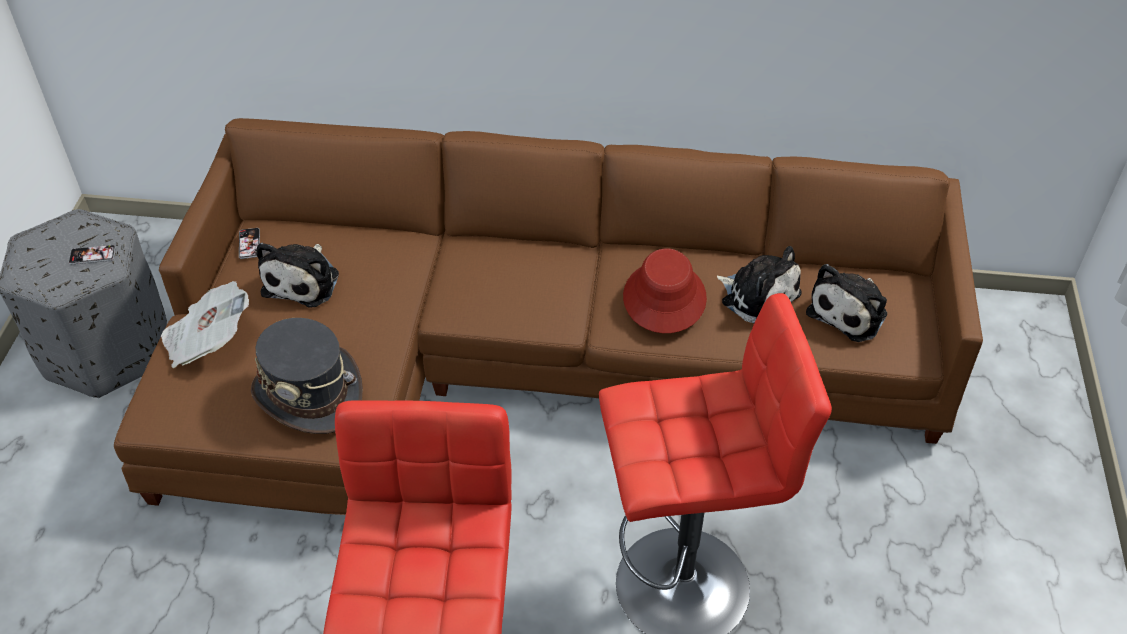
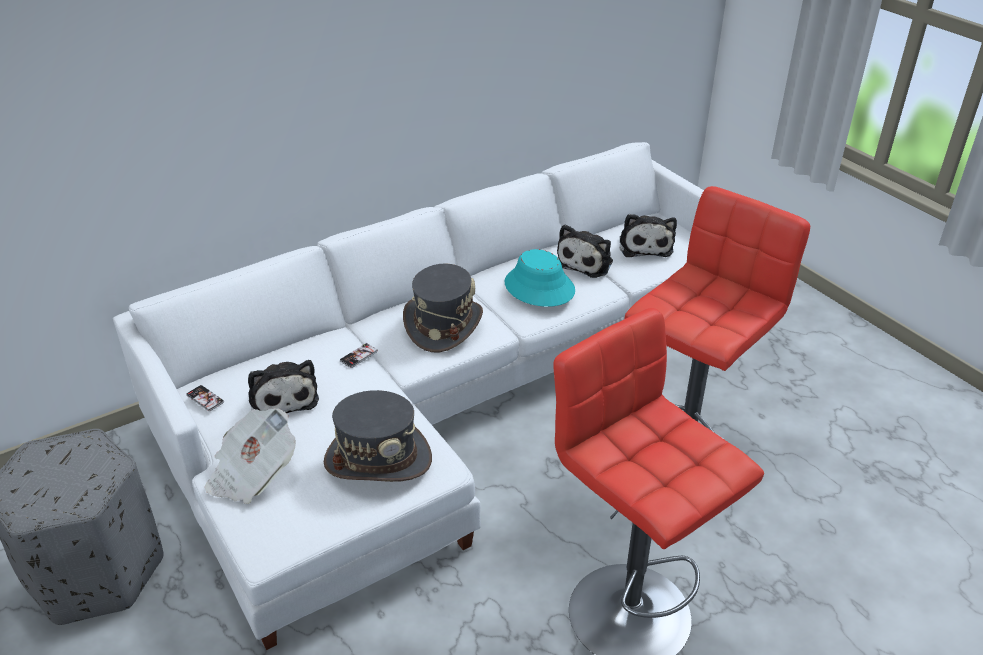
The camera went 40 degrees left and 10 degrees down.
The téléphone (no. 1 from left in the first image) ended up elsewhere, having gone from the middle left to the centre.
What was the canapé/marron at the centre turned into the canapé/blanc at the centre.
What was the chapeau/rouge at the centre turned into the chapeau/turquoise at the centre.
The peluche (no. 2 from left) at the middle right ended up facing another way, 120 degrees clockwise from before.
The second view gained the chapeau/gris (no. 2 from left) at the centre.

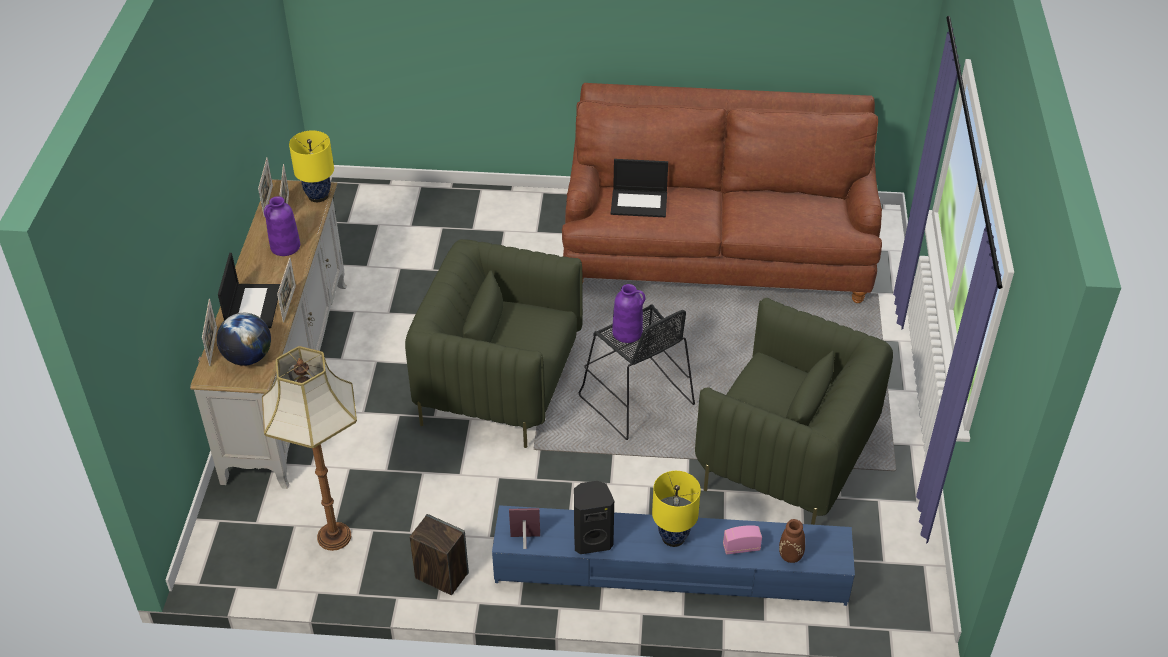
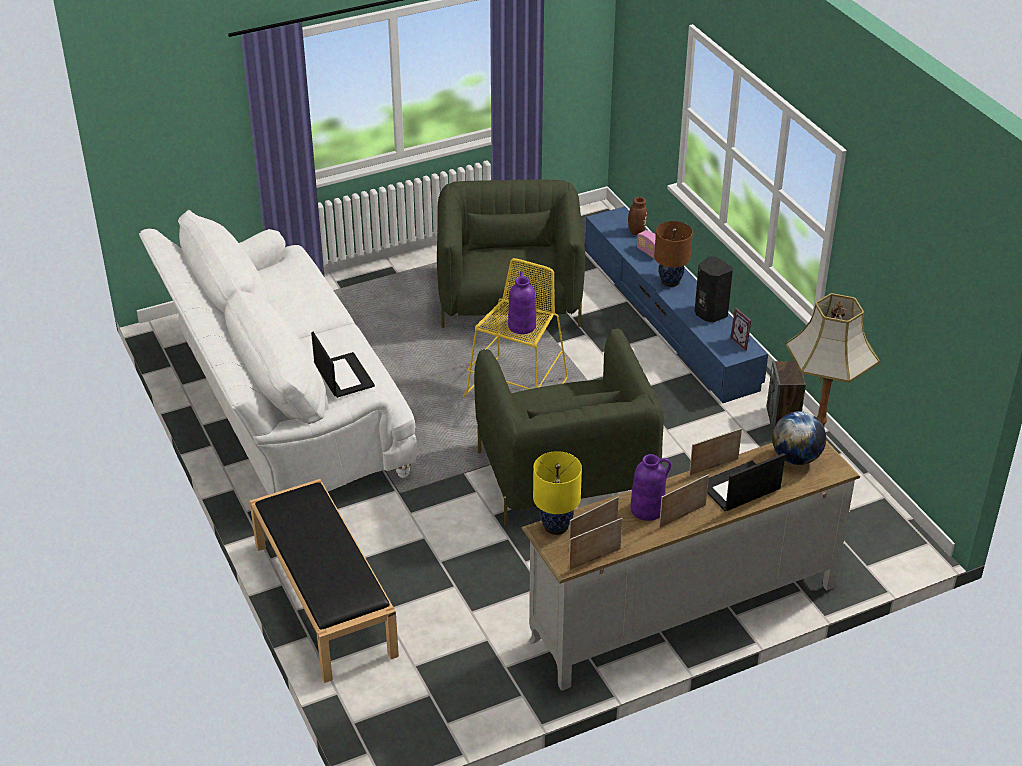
The camera went 120 degrees left and 5 degrees down.
The cadre photo (no. 1 from left in the first image) ended up elsewhere, having gone from the middle left to the middle right.
What was the canapé/marron at the top centre turned into the canapé/blanc at the middle left.
What was the tabouret/noir at the centre turned into the tabouret/jaune at the centre.
What was the lampe de table/jaune (no. 2 from left) at the bottom centre turned into the lampe de table/marron at the top centre.
The second view gained the banc/noir at the bottom left.

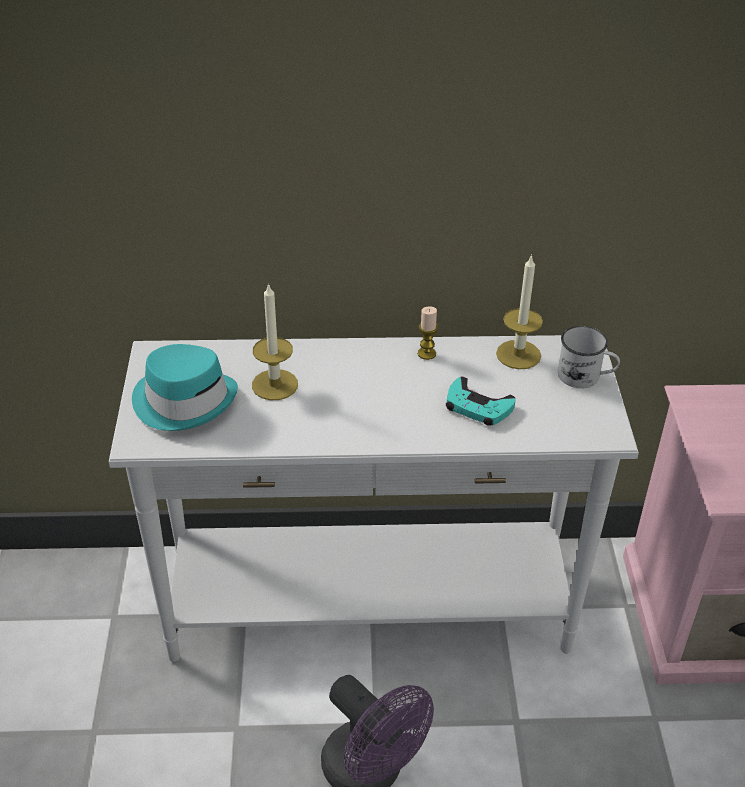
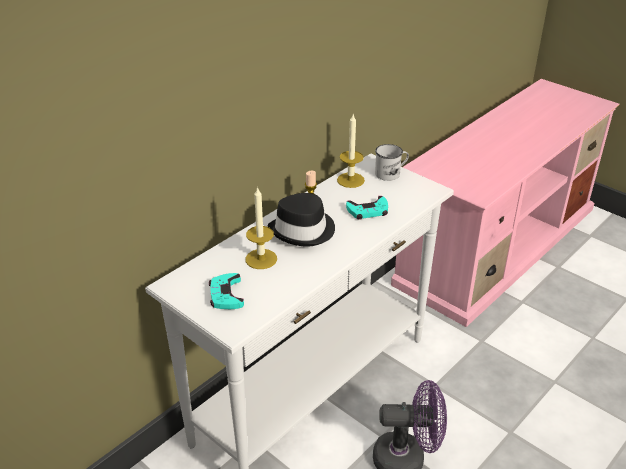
The camera went 45 degrees left and 5 degrees down.
Where the chapeau/turquoise stood at the middle left, the manette/turquoise (no. 1 from left) came to stand at the centre.
The second view gained the chapeau/noir at the centre.

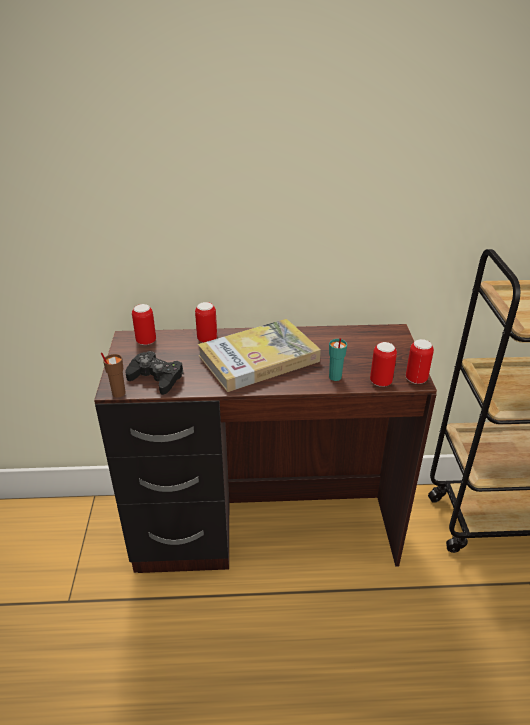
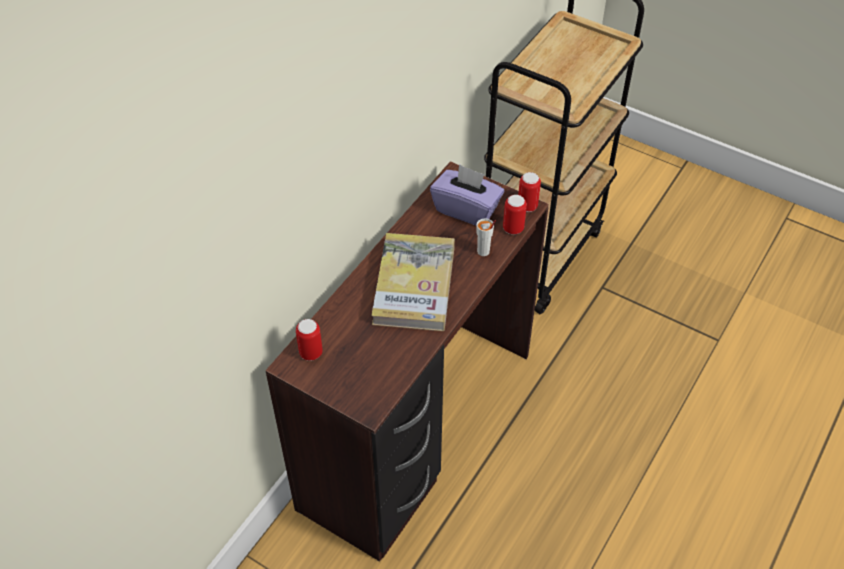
The camera went 55 degrees left and 15 degrees up.
The second view lost the tasse/marron at the middle left.
The second view lost the manette/noir at the middle left.
The second view lost the boîte métallique (no. 2 from left) at the centre.
What was the tasse/turquoise at the centre turned into the tasse/blanc at the centre.
The second view gained the boîte à mouchoirs/violet at the centre.

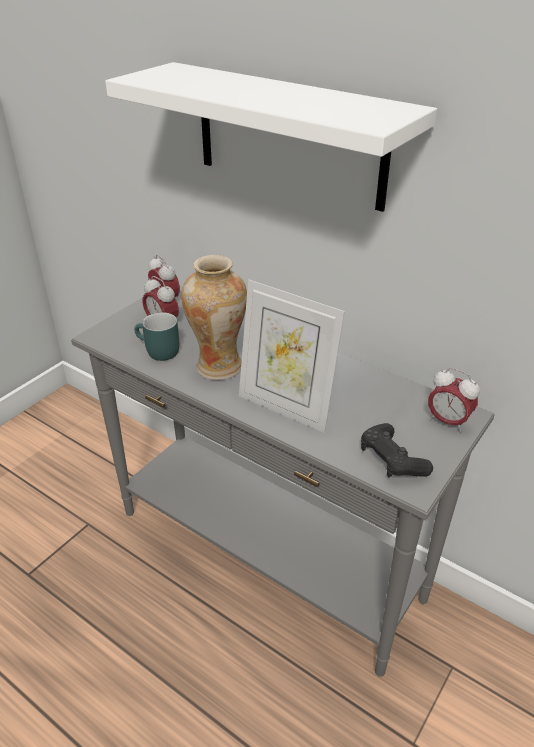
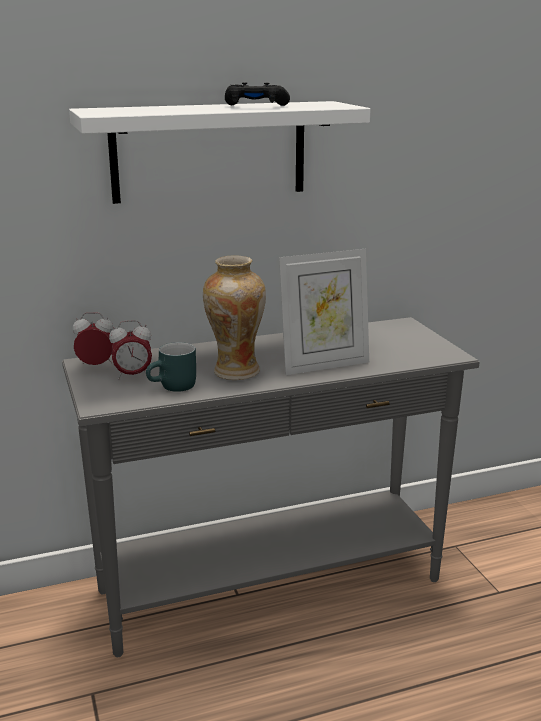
The camera went 55 degrees left and 15 degrees down.
The manette/noir ended up elsewhere, having gone from the middle right to the top centre.
The second view lost the réveil (no. 3 from left) at the middle right.

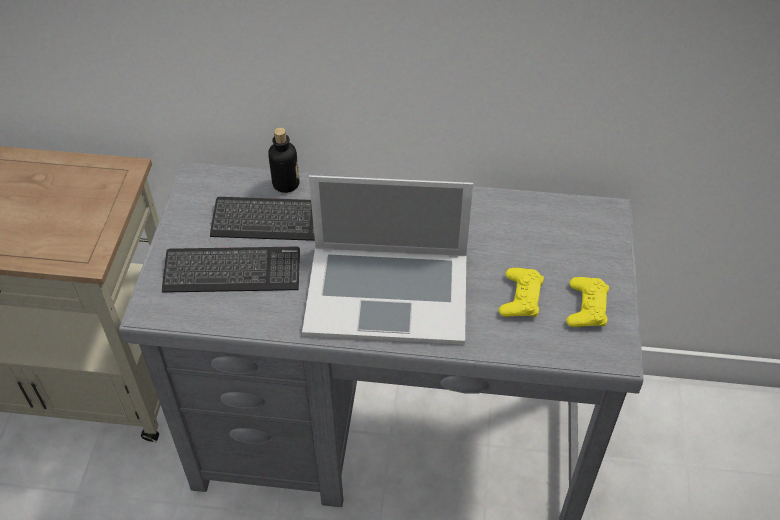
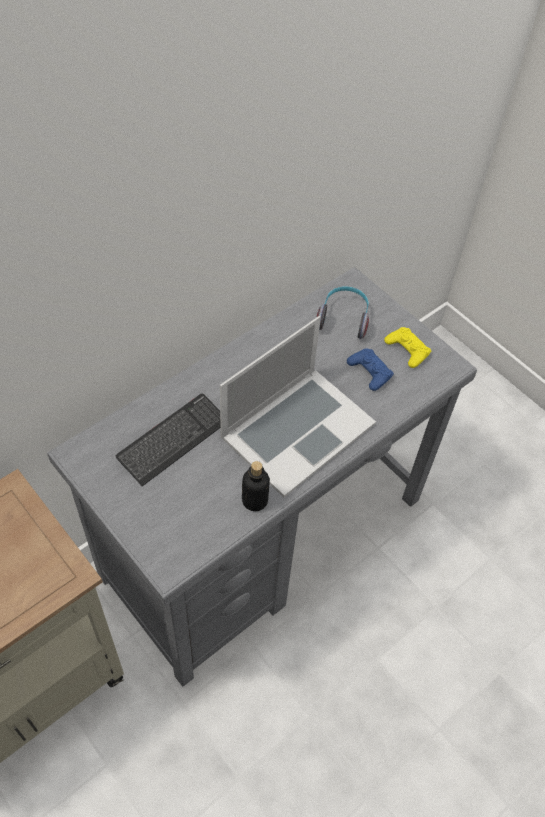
The camera went 50 degrees left and 5 degrees up.
The second view lost the clavier (no. 1 from left) at the middle left.
The bouteille ended up elsewhere, having gone from the top centre to the centre.
What was the manette/jaune (no. 1 from left) at the middle right turned into the manette/bleu at the middle right.
The second view gained the casque audio at the centre.

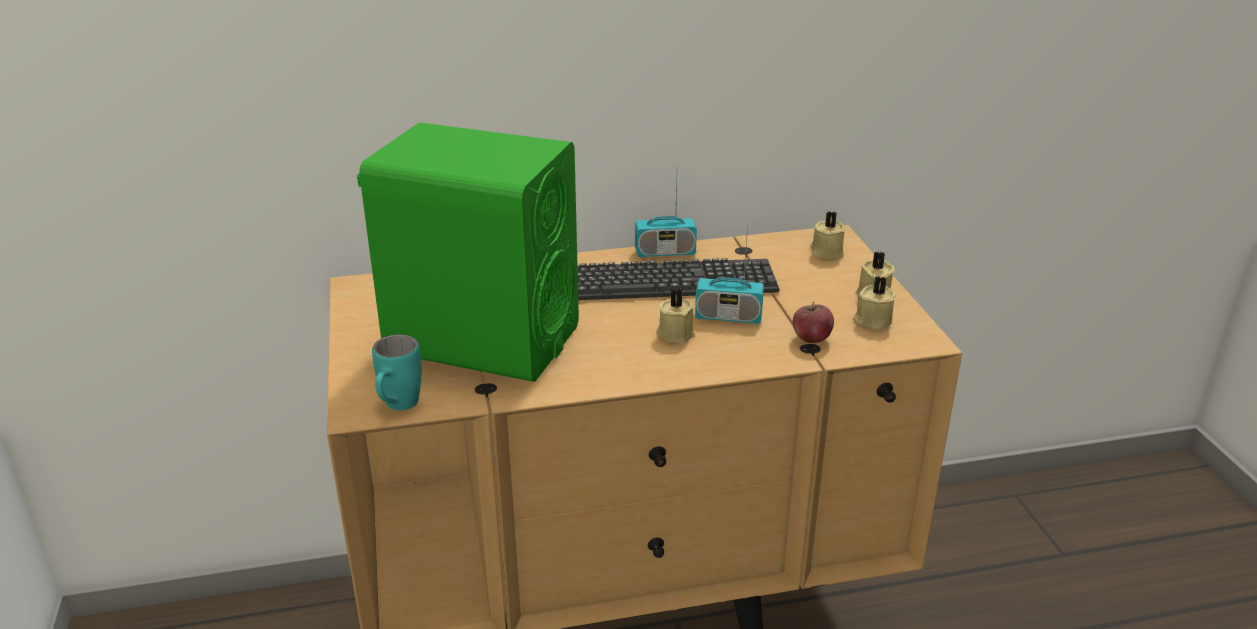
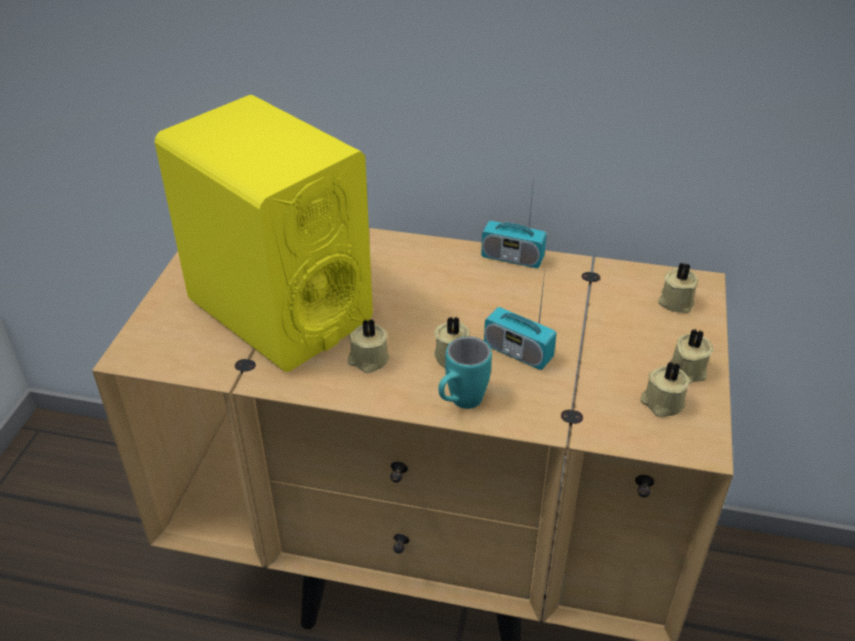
The camera went 25 degrees right and 10 degrees up.
What was the enceinte/vert at the centre turned into the enceinte/jaune at the middle left.
The mug/turquoise ended up elsewhere, having gone from the middle left to the centre.
The second view lost the clavier at the centre.
The second view lost the pomme at the centre.
The second view gained the bougie/beige (no. 1 from left) at the centre.

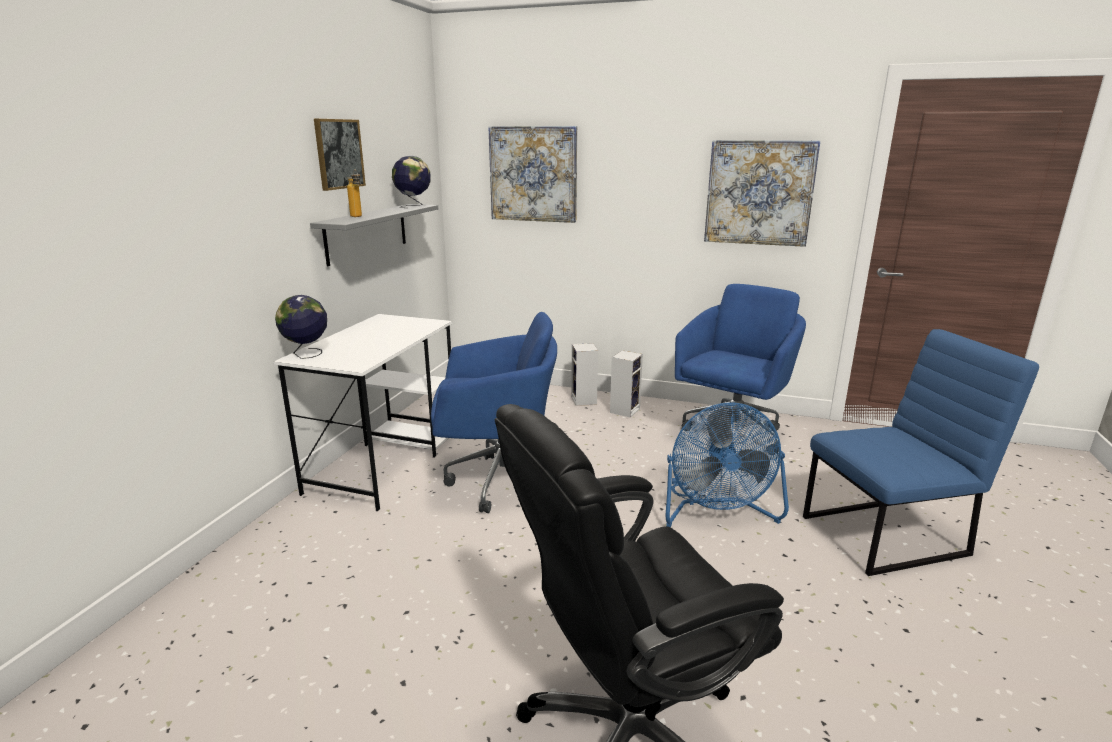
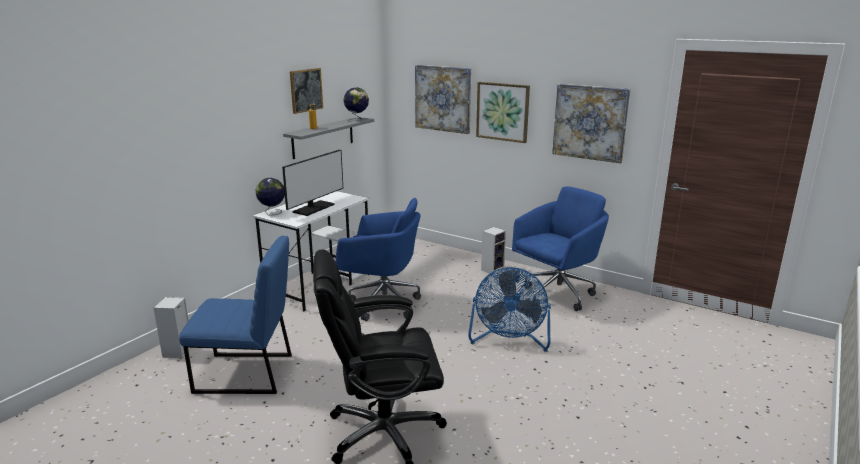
The camera went 15 degrees right and 0 degrees up.
The enceinte (no. 1 from left) ended up elsewhere, having gone from the centre to the bottom left.
The chaise/bleu ended up elsewhere, having gone from the middle right to the bottom left.
The second view gained the écran d'ordinateur at the centre.
The second view gained the tableau (no. 3 from left) at the top centre.

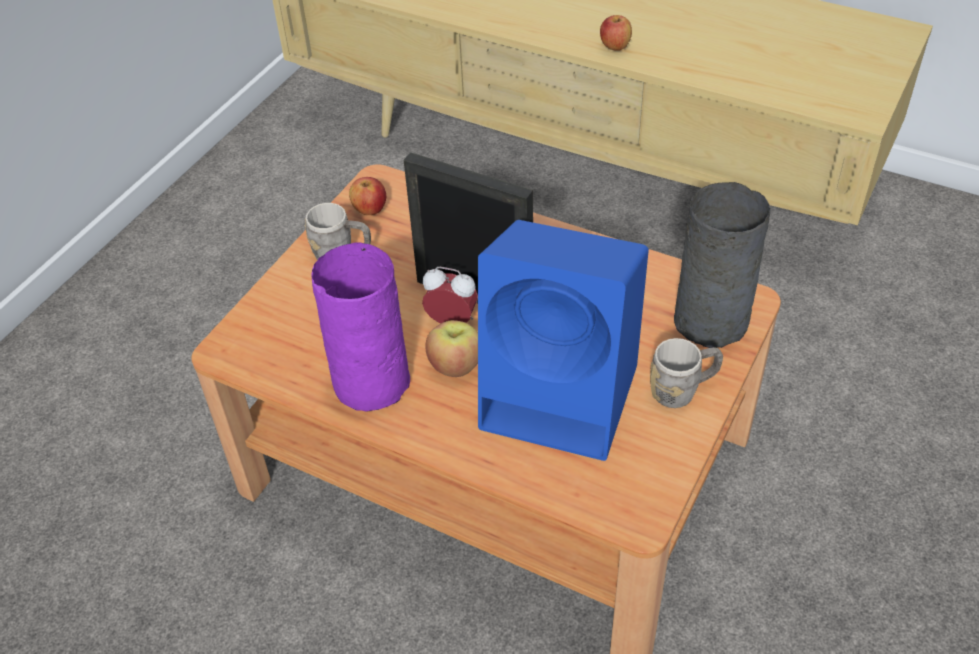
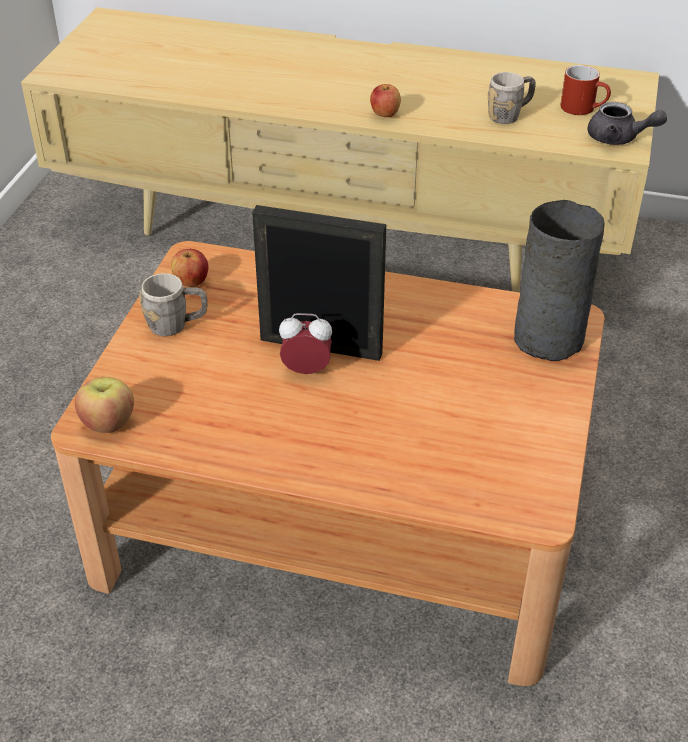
The camera went 15 degrees left and 5 degrees down.
The second view lost the vase/violet at the centre.
The pomme (no. 2 from left in the first image) ended up elsewhere, having gone from the centre to the middle left.
The second view lost the enceinte/bleu at the centre.
The mug/gris (no. 2 from left) ended up elsewhere, having gone from the middle right to the top right.
The second view gained the mug/rouge at the top right.
The second view gained the théière/gris at the top right.

